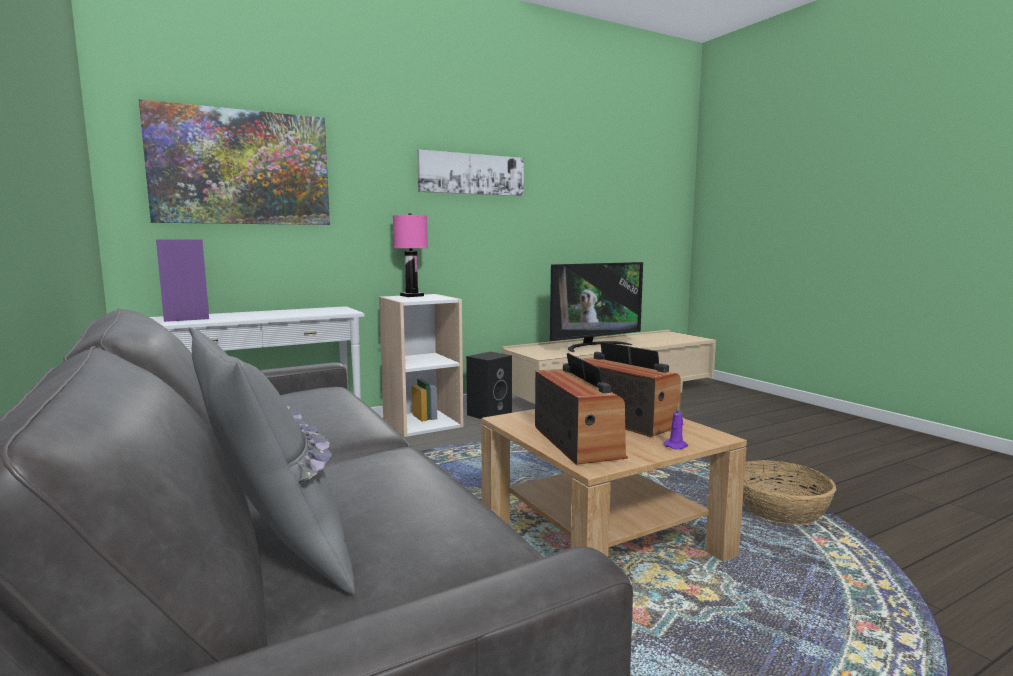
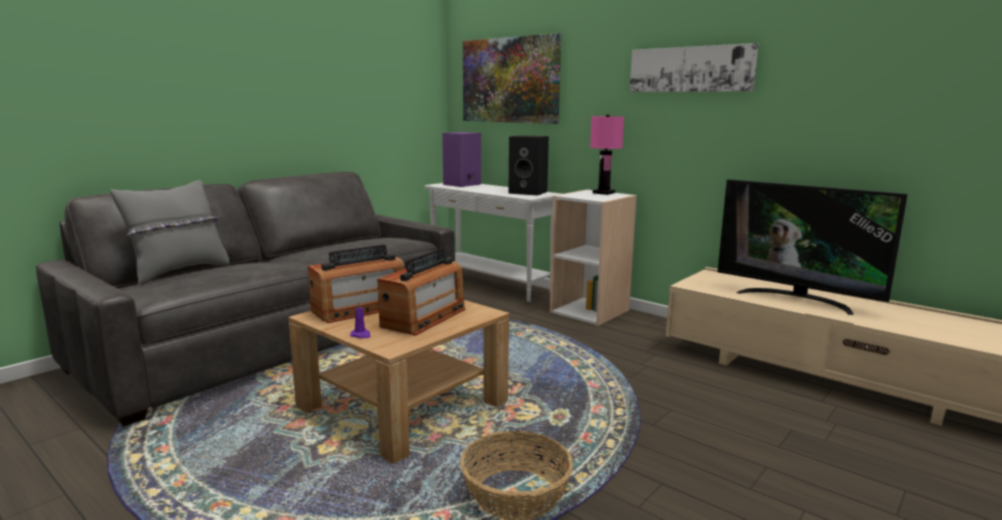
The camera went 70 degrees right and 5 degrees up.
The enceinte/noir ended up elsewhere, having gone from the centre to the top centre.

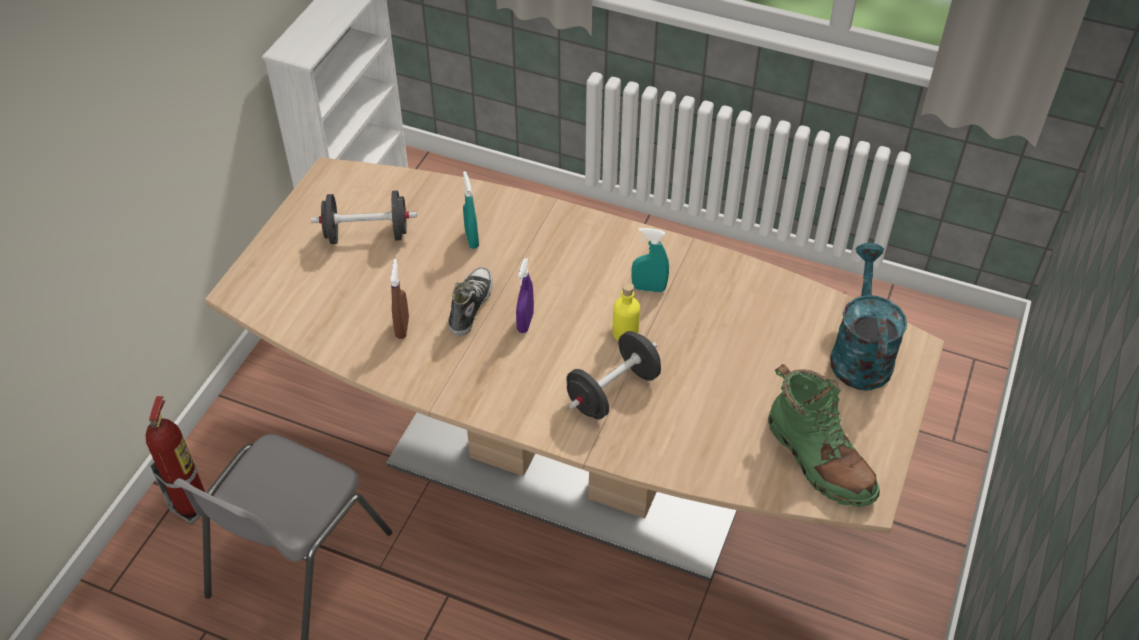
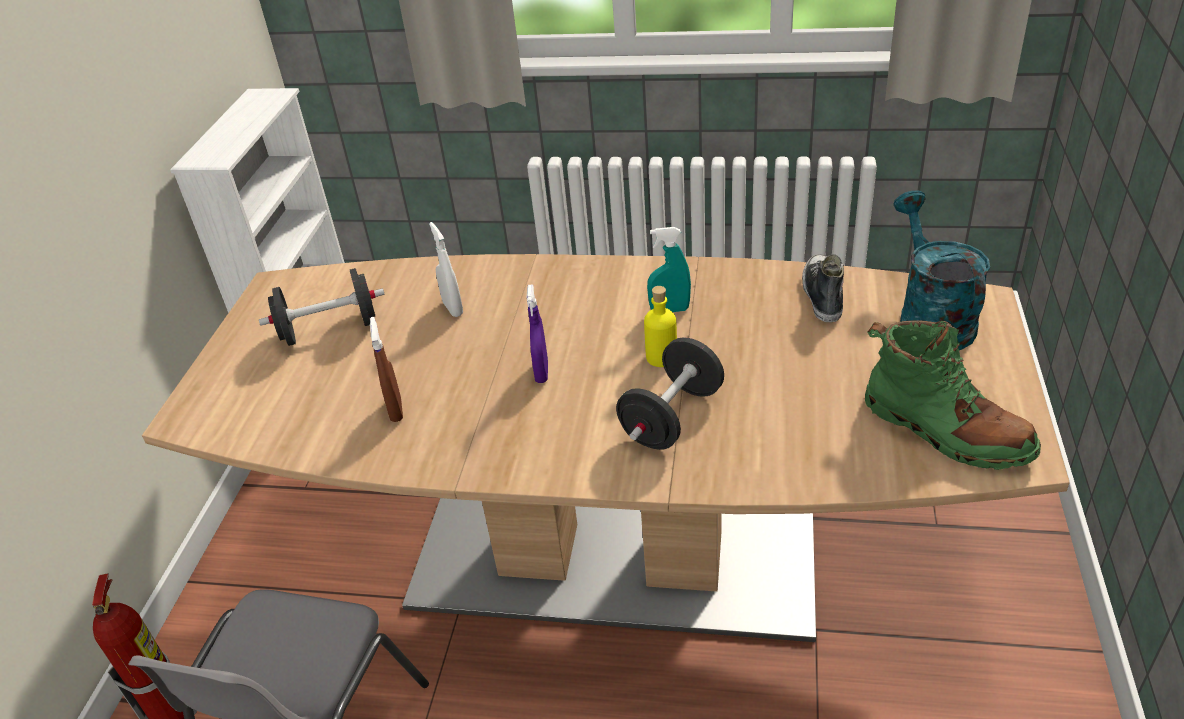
The camera went 10 degrees left and 10 degrees down.
The chaussure ended up elsewhere, having gone from the centre to the middle right.
What was the vaporisateur/turquoise (no. 1 from left) at the top centre turned into the vaporisateur/blanc at the centre.

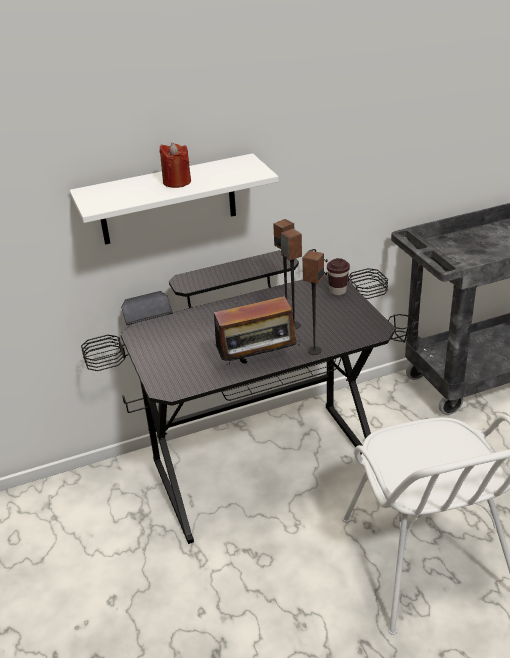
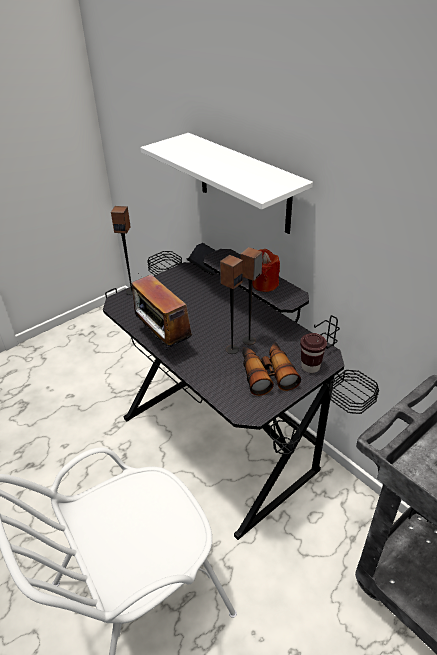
The camera went 70 degrees right and 5 degrees up.
The bougie/rouge ended up elsewhere, having gone from the top centre to the centre.
The enceinte (no. 3 from left in the first image) ended up elsewhere, having gone from the centre to the middle left.
The second view gained the jumelles at the centre.

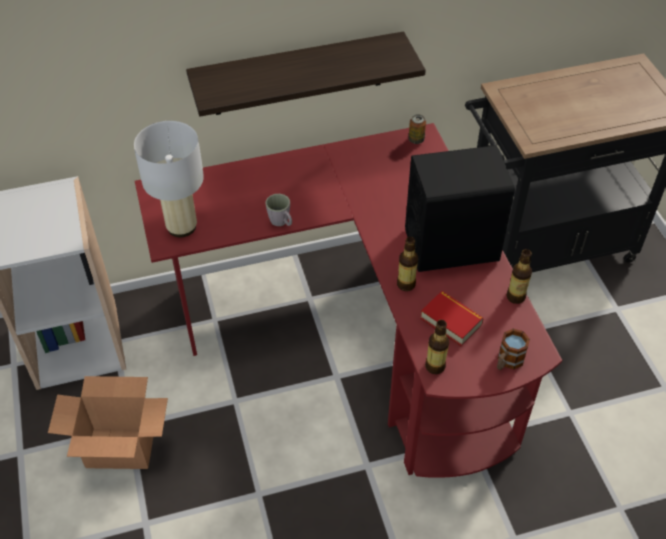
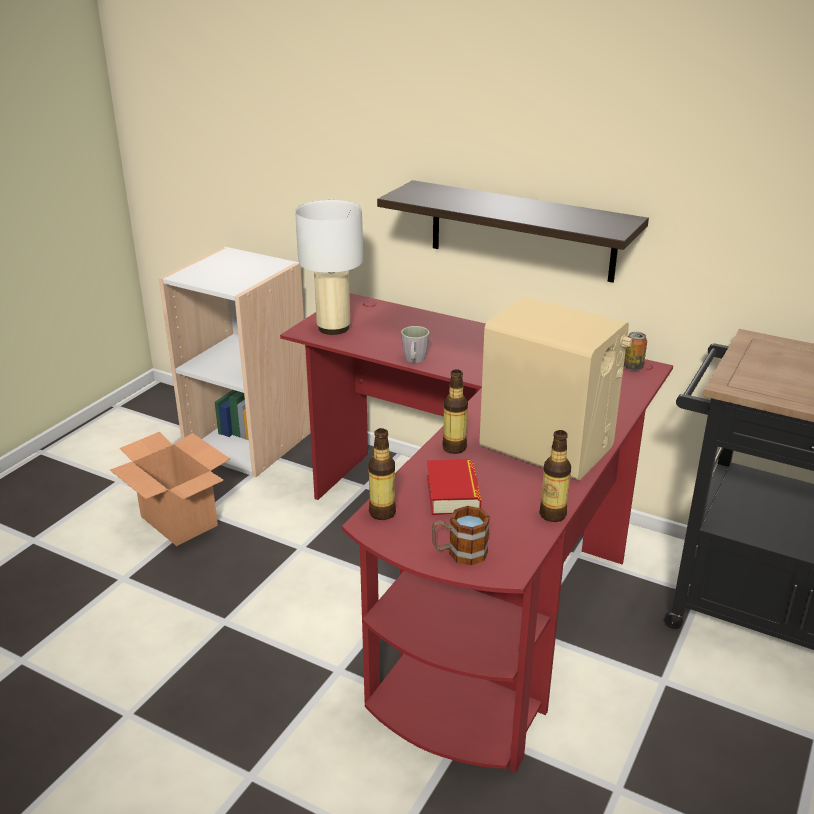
The camera went 45 degrees right and 20 degrees down.
What was the enceinte/noir at the middle right turned into the enceinte/beige at the middle right.

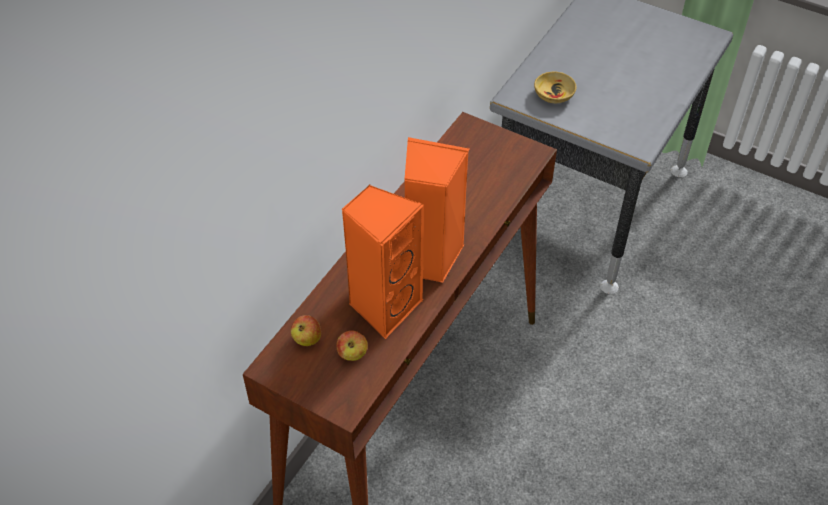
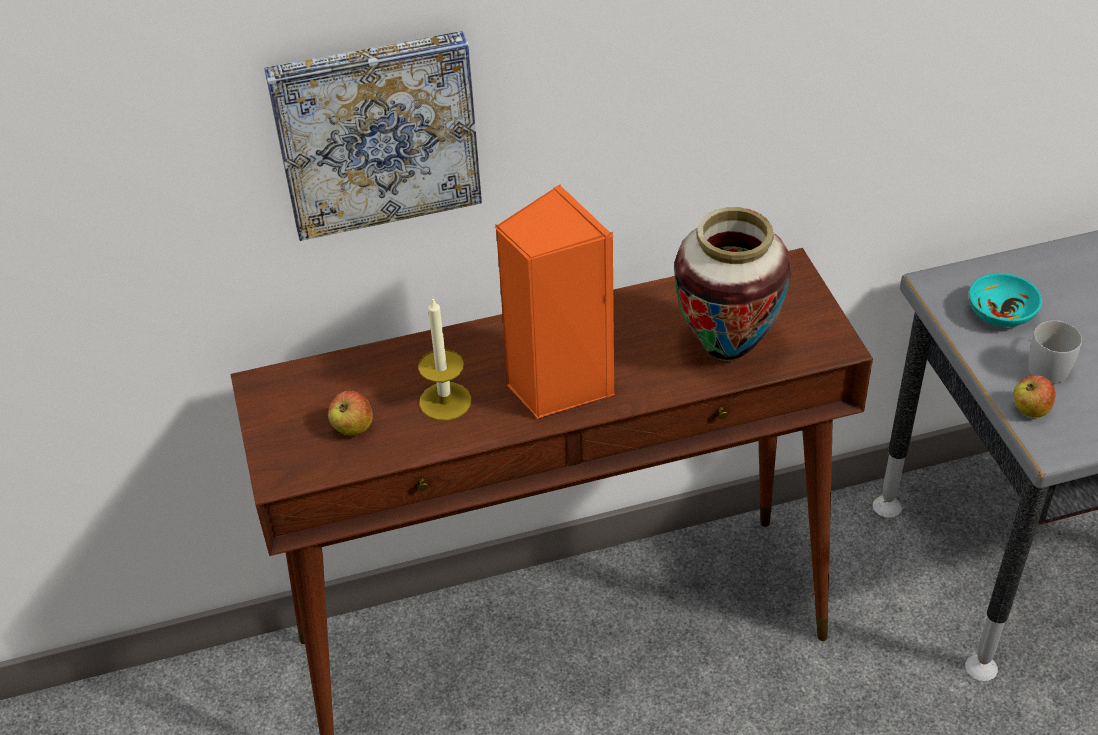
The camera went 45 degrees right and 5 degrees down.
The pomme (no. 1 from left in the first image) ended up elsewhere, having gone from the centre to the middle right.
Where the enceinte/orange (no. 1 from left) stood at the centre, the bougie came to stand at the centre.
What was the bol/beige at the top right turned into the bol/turquoise at the middle right.
The second view gained the tableau at the top centre.
The second view gained the vase at the middle right.
The second view gained the mug/blanc at the middle right.

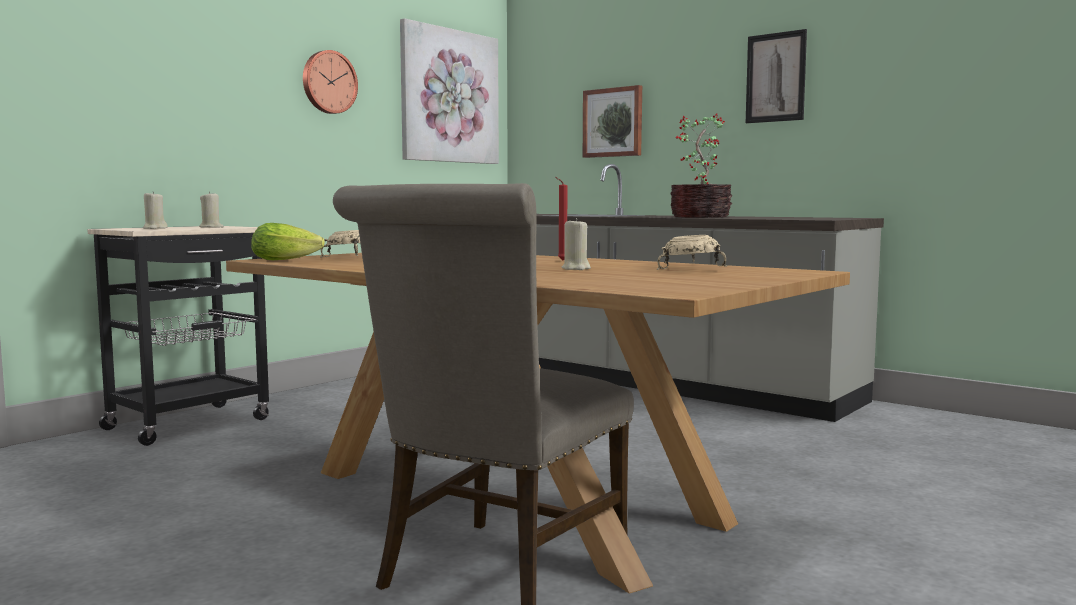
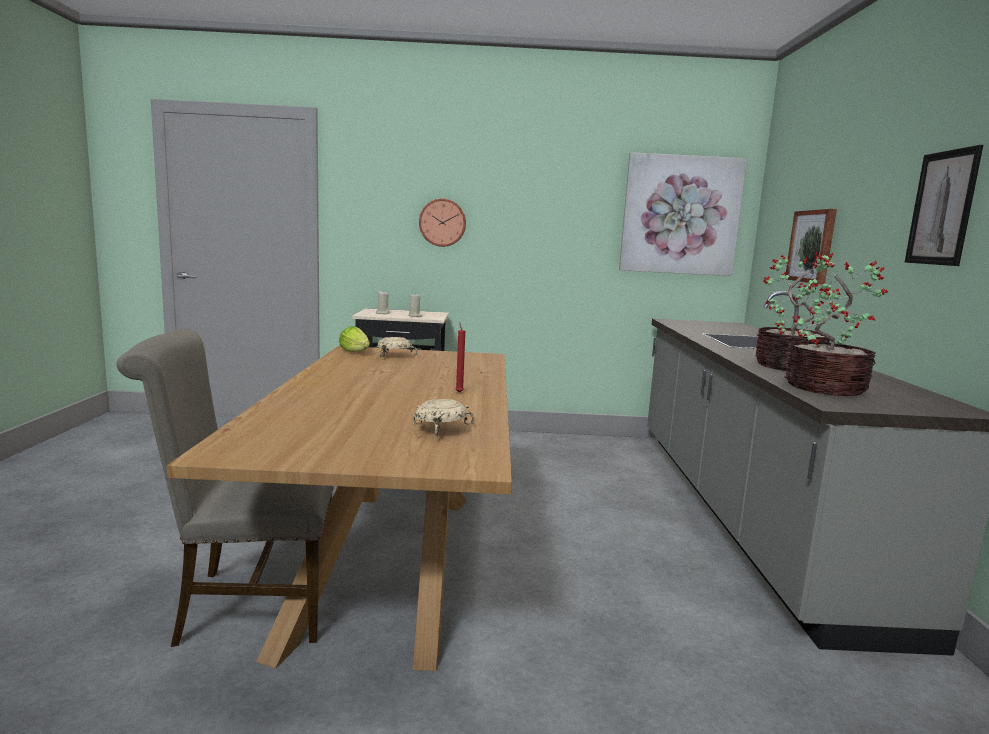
The camera went 50 degrees right and 5 degrees up.
The horloge murale ended up elsewhere, having gone from the top left to the top centre.
The second view lost the bougie/beige (no. 3 from left) at the centre.
The second view gained the plante en pot (no. 2 from left) at the middle right.

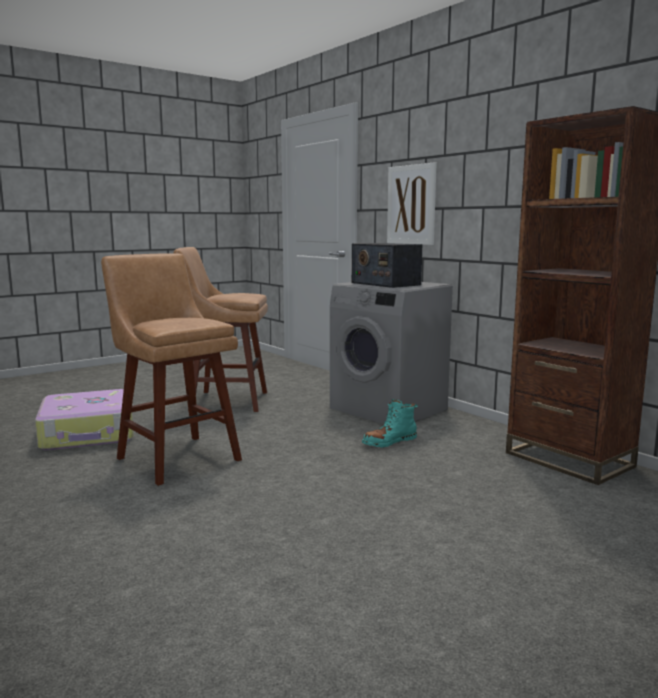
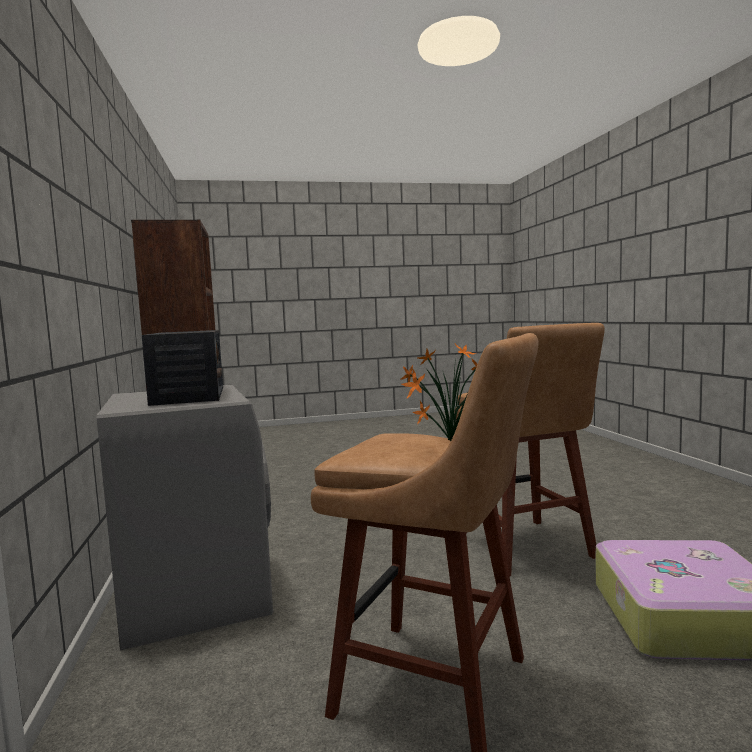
The camera went 155 degrees left and 5 degrees down.
The second view lost the botte/turquoise at the centre.
The second view lost the tableau at the top centre.
The second view gained the plante en pot at the centre.

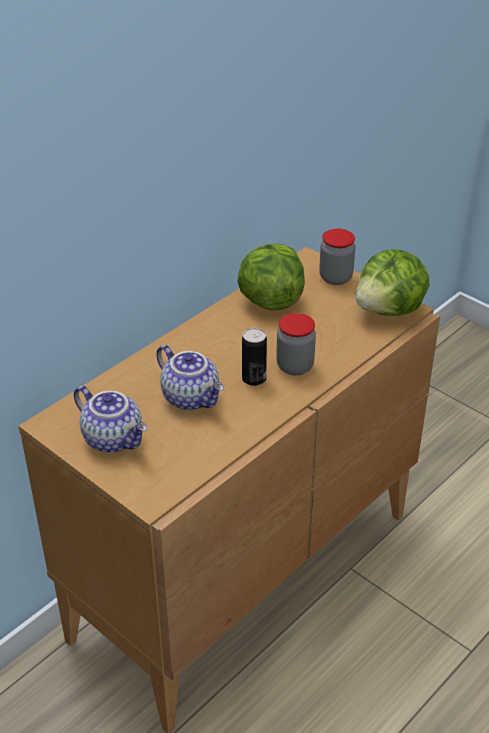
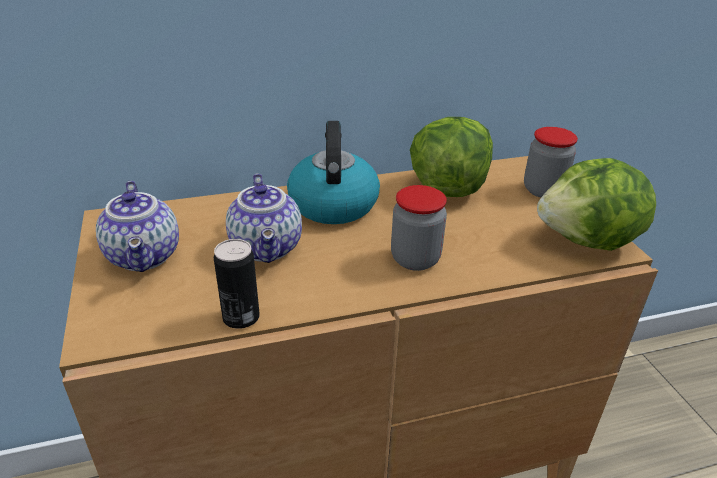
The camera went 30 degrees right and 5 degrees down.
The boîte métallique ended up elsewhere, having gone from the centre to the middle left.
The second view gained the bouilloire at the centre.

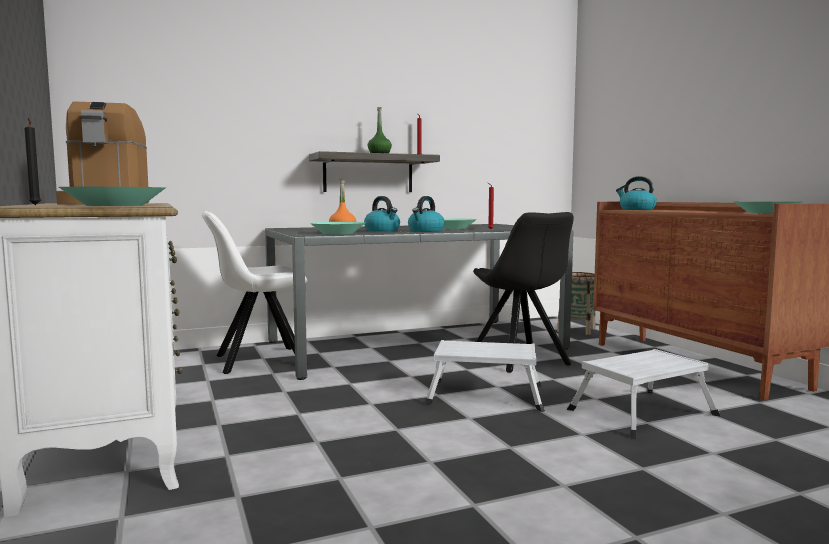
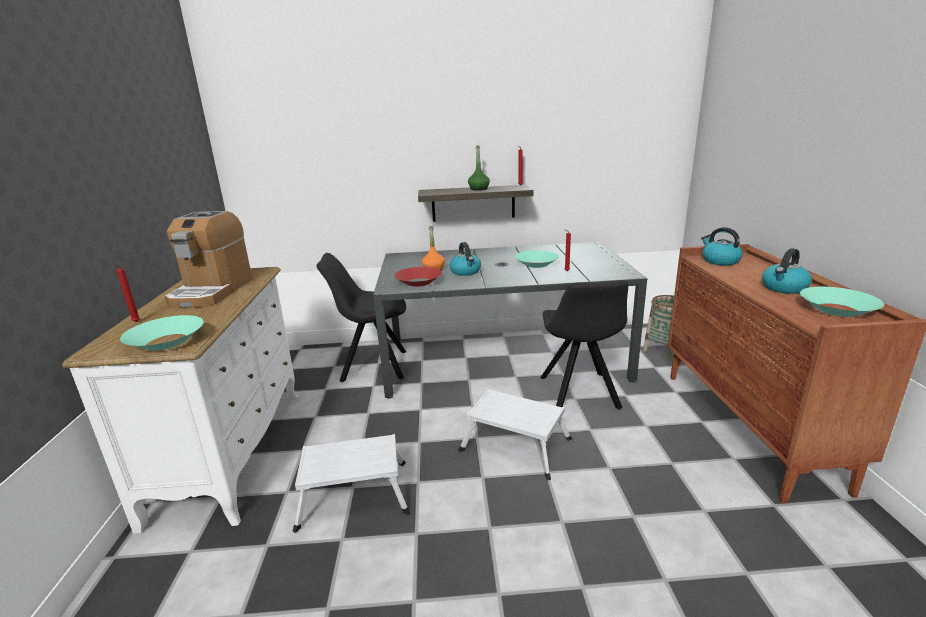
The camera went 20 degrees right and 15 degrees up.
What was the bougie/noir at the top left turned into the bougie/rouge (no. 1 from left) at the middle left.
What was the chaise/blanc at the middle left turned into the chaise/noir (no. 1 from left) at the centre.
What was the bol/turquoise (no. 2 from left) at the centre turned into the bol/rouge at the centre.
The bouilloire (no. 2 from left in the first image) ended up elsewhere, having gone from the centre to the middle right.
The escabeau/blanc (no. 2 from left in the first image) ended up elsewhere, having gone from the bottom right to the bottom centre.

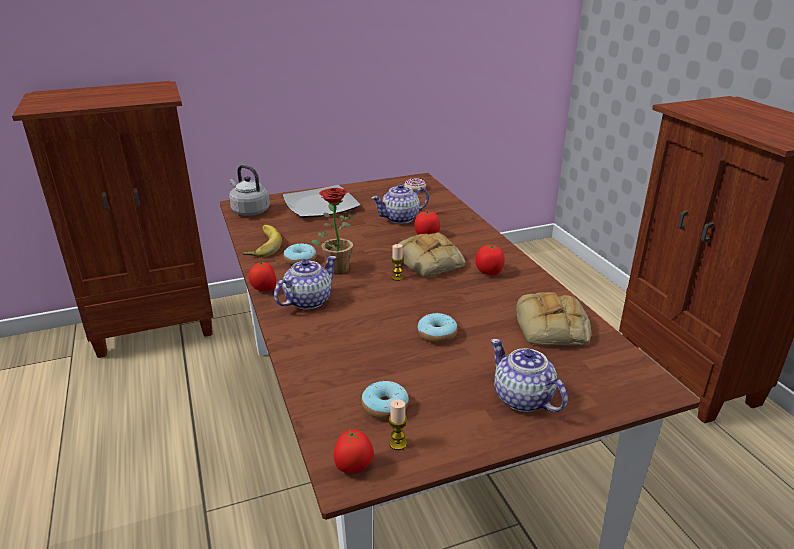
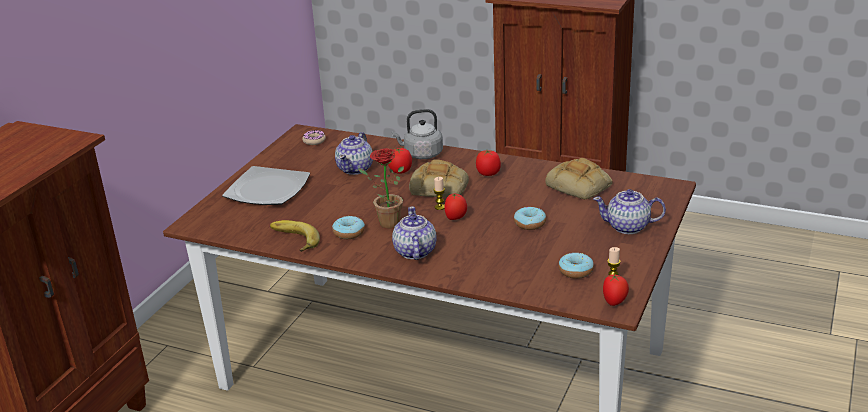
The camera went 45 degrees left and 0 degrees up.
The bouilloire/gris ended up elsewhere, having gone from the middle left to the top centre.
The tomate (no. 1 from left in the first image) ended up elsewhere, having gone from the middle left to the centre.

